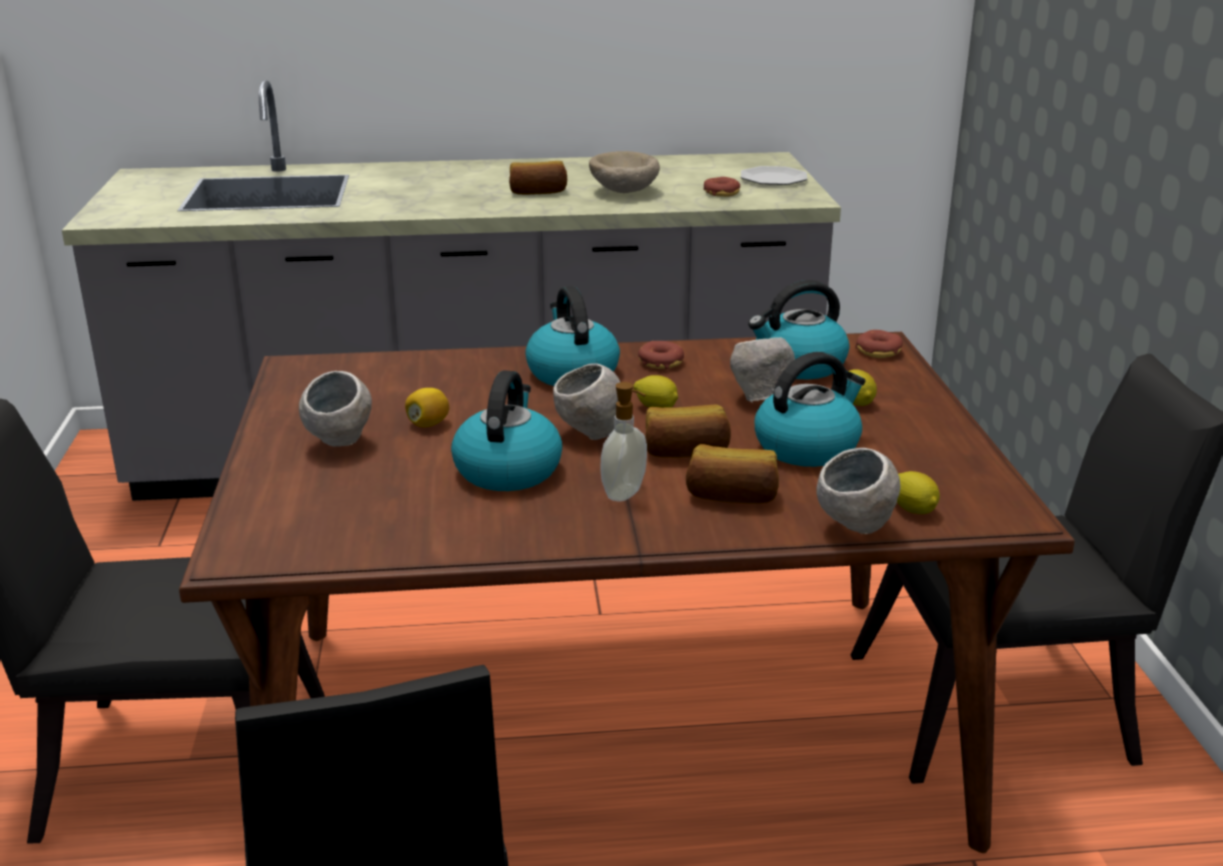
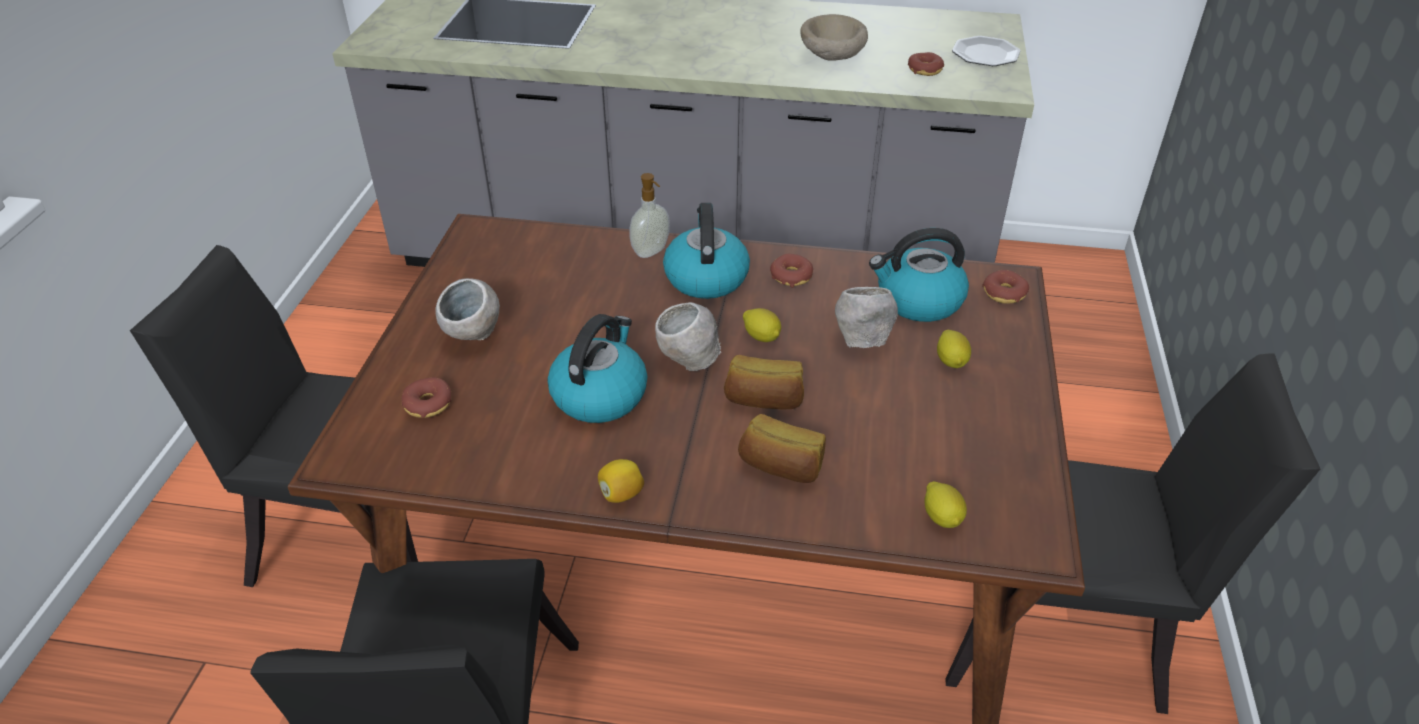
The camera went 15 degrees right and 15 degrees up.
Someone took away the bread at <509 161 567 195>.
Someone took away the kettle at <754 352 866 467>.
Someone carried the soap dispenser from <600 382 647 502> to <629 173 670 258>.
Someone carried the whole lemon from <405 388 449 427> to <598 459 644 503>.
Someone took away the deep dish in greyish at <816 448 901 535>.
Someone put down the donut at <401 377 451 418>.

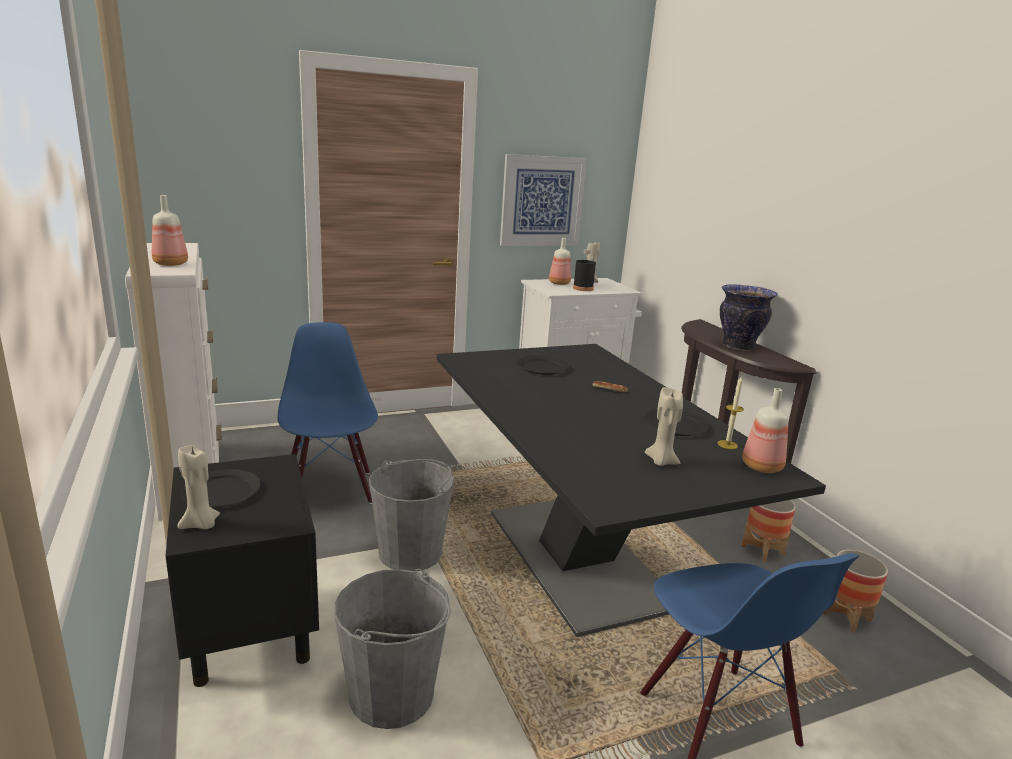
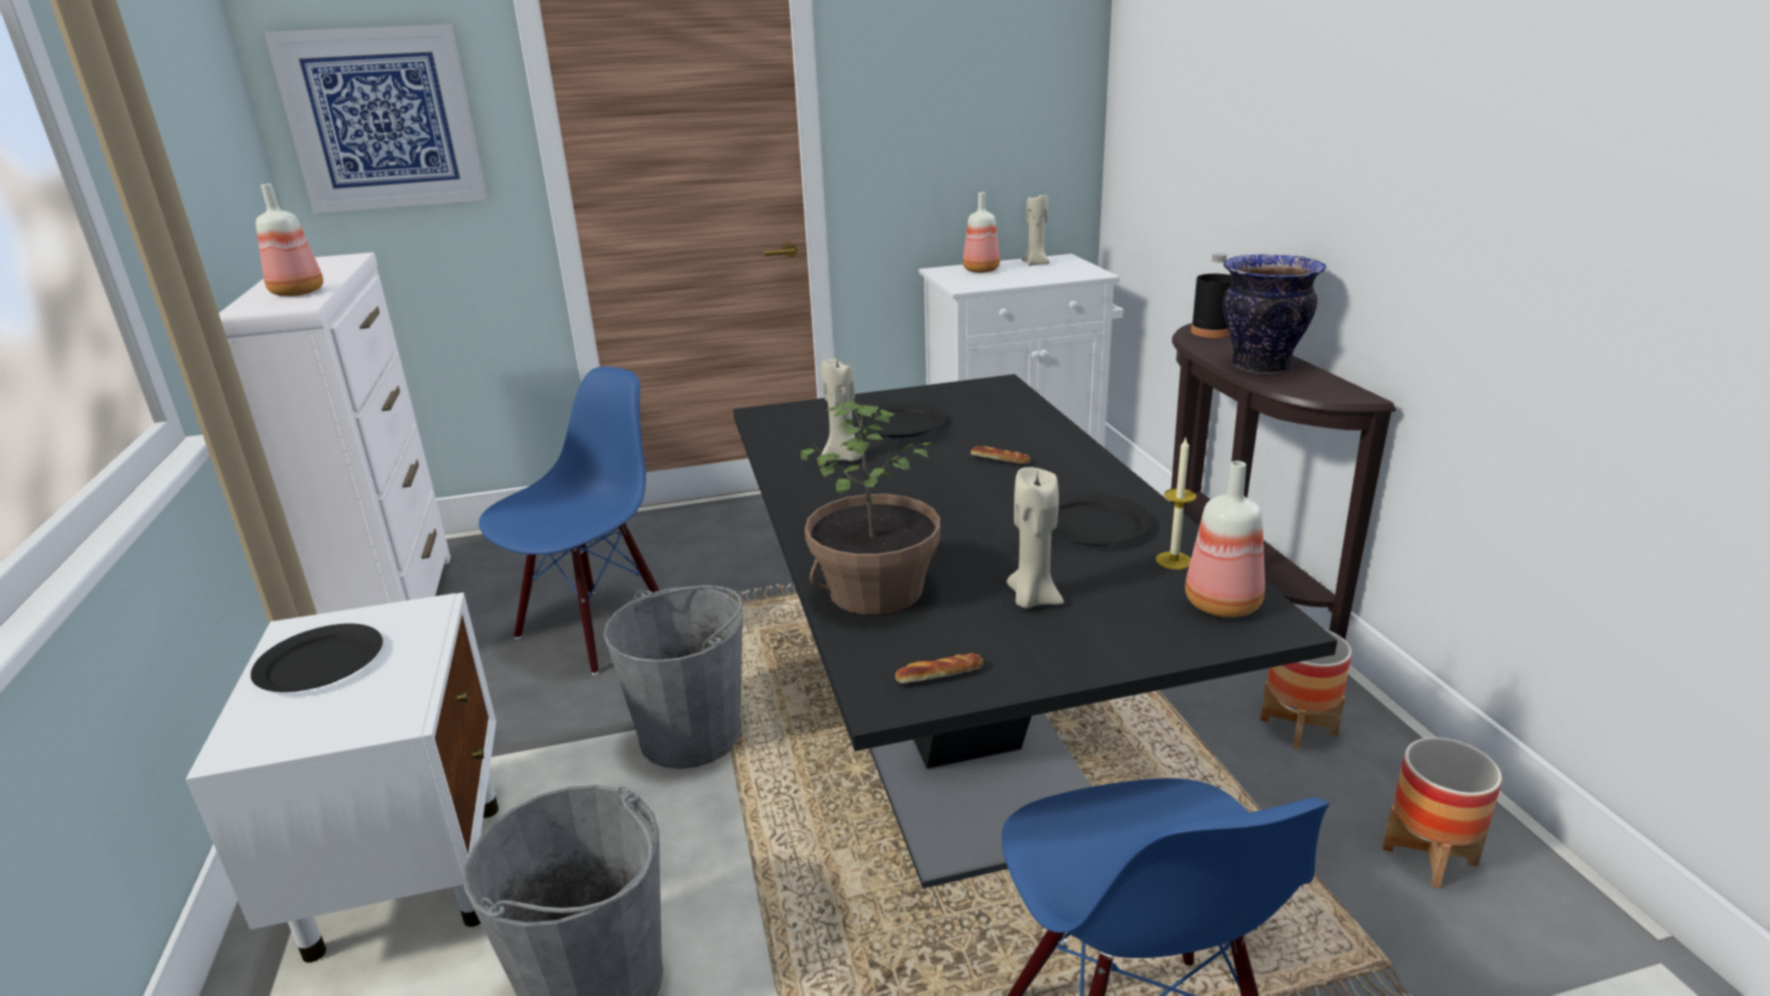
The camera went 10 degrees right and 5 degrees up.
Someone carried the wall picture from <500 154 587 246> to <264 24 487 213>.
Someone carried the bottle in blackish from <573 249 596 291> to <1191 253 1232 338>.
Someone rotated the chair in bluish at <278 322 378 504> by 45 degrees clockwise.
Someone carried the candle in beige-coloured from <177 445 220 529> to <821 358 862 461>.
Someone repainted the night table in blackish at <165 454 319 687>, which became the night table in whitish at <186 592 499 963>.
Someone put down the houseplant at <801 401 940 615>.
Someone put down the bread at <895 653 983 684>.

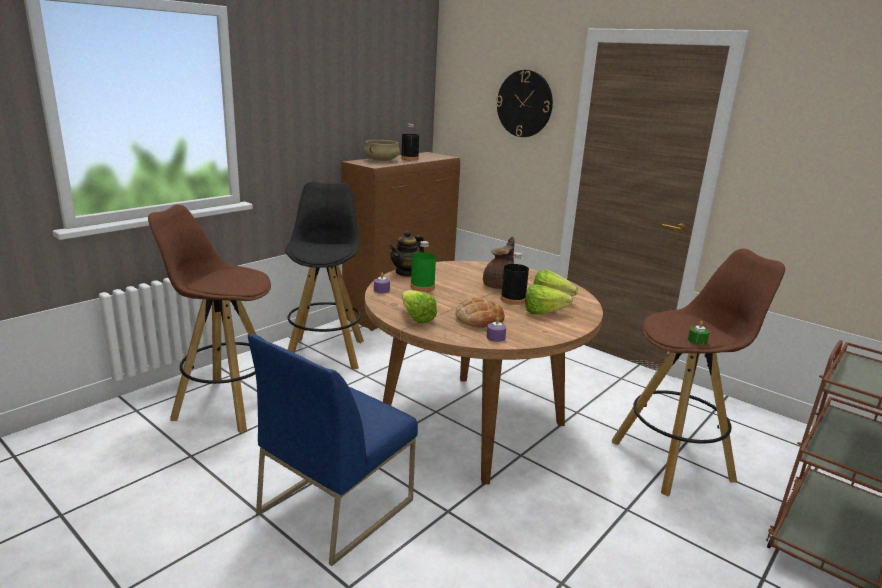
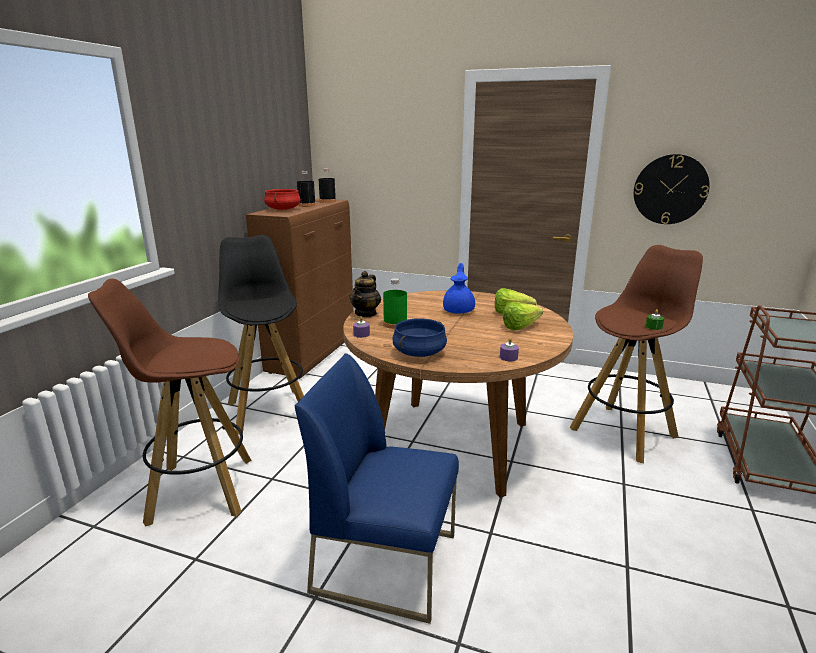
The camera went 20 degrees left and 0 degrees up.
Someone carried the wall clock from <496 70 553 137> to <634 154 710 224>.
Someone repainted the stockpot in beige-coloured at <364 140 400 161>, which became the stockpot in red at <264 189 301 210>.
Someone repainted the teapot in brown-coloured at <483 237 515 289>, which became the teapot in bluish at <443 263 475 314>.
Someone carried the bottle in blackish from <501 252 529 305> to <318 168 336 203>.
Someone swapped the head of lettuce at <402 290 437 323> for the stockpot in bluish at <393 318 447 357>.
Someone took away the bread at <455 297 505 328>.
Someone rotated the chair in bluish at <248 334 418 566> by 90 degrees clockwise.

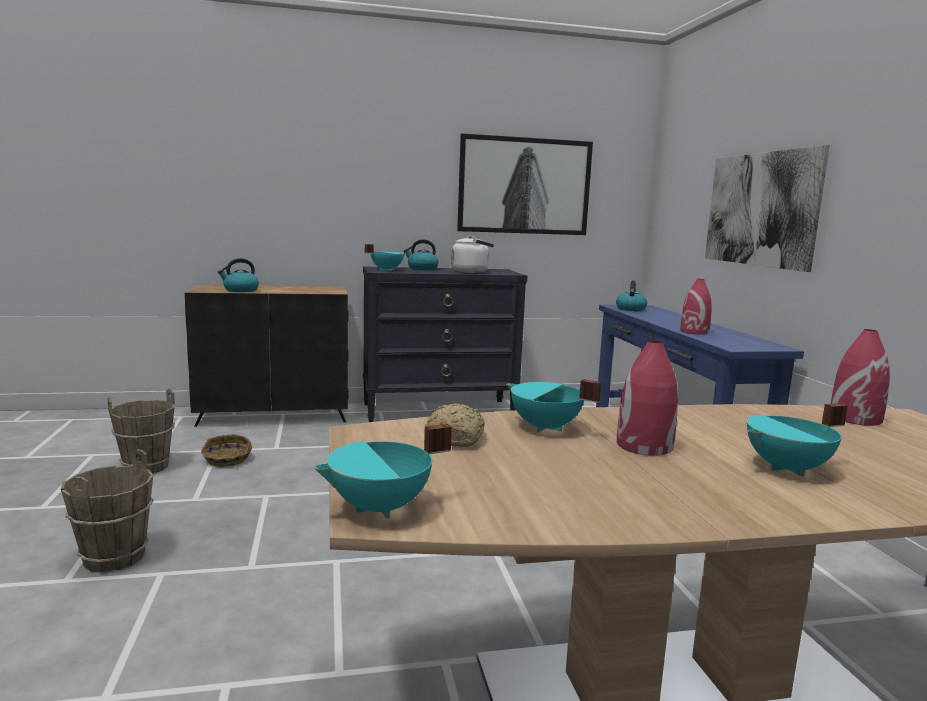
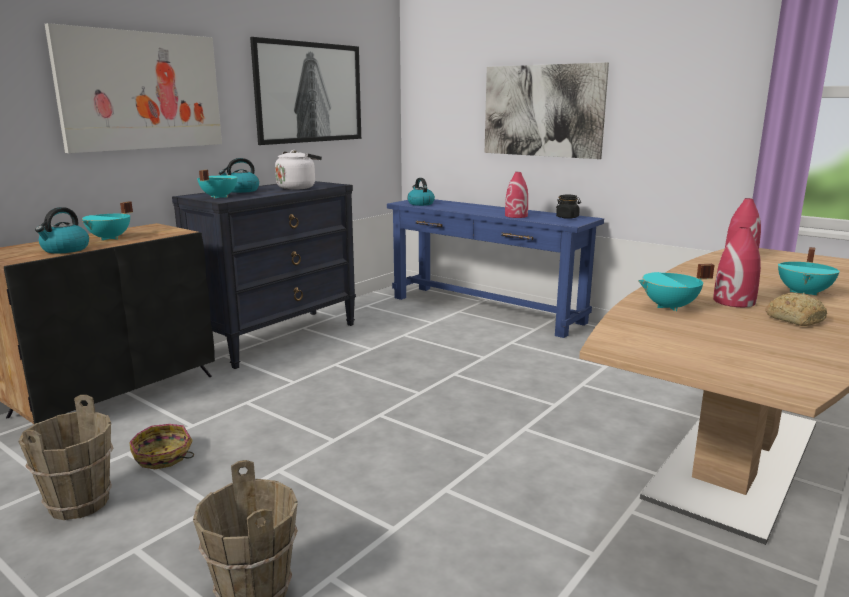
The camera went 40 degrees left and 5 degrees up.
Someone carried the bread from <425 403 485 447> to <766 293 827 326>.
Someone carried the stockpot in turquoise-coloured from <314 424 452 518> to <82 201 133 240>.
Someone put up the wall picture at <45 23 222 153>.
Someone put down the storage jar in blackish at <556 195 581 219>.

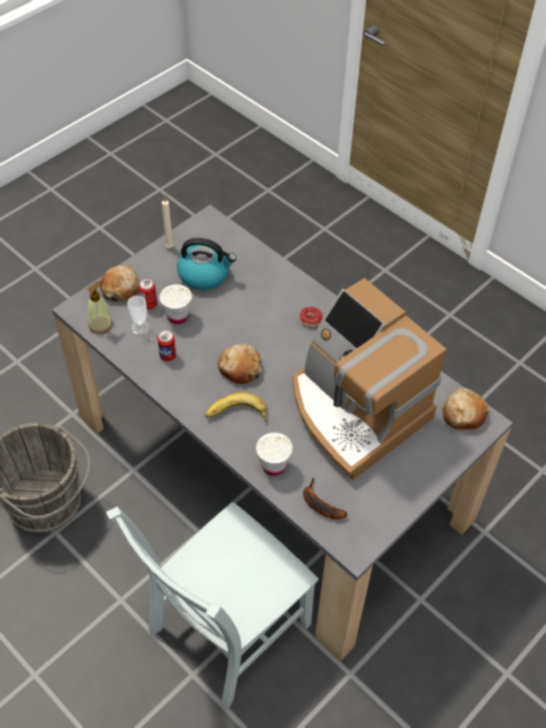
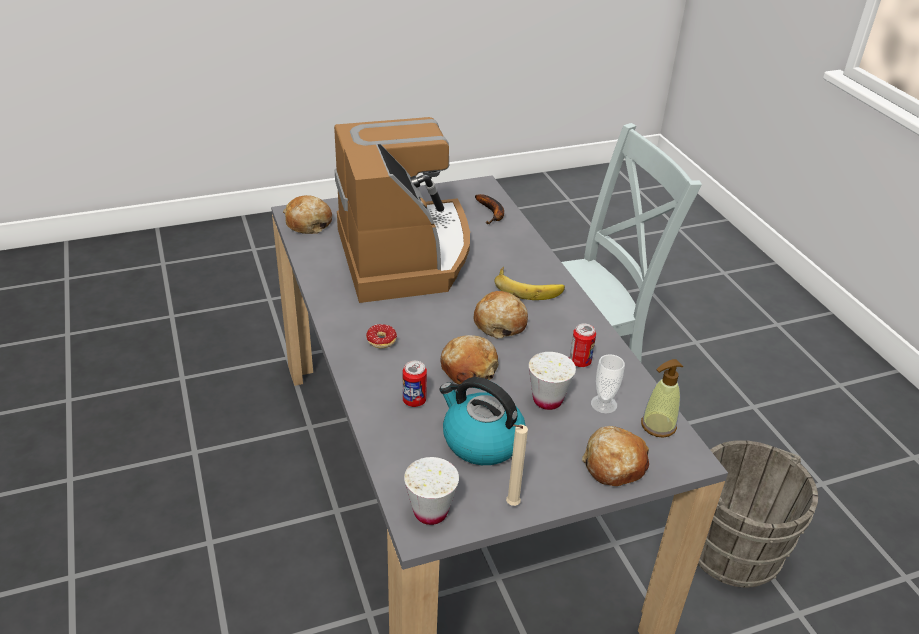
The camera went 155 degrees left and 15 degrees down.
Someone carried the can from <139 279 157 309> to <403 361 427 407>.
Someone carried the drinking cup in whitish from <256 432 293 476> to <404 457 459 525>.
Someone put down the bread at <441 335 498 384>.

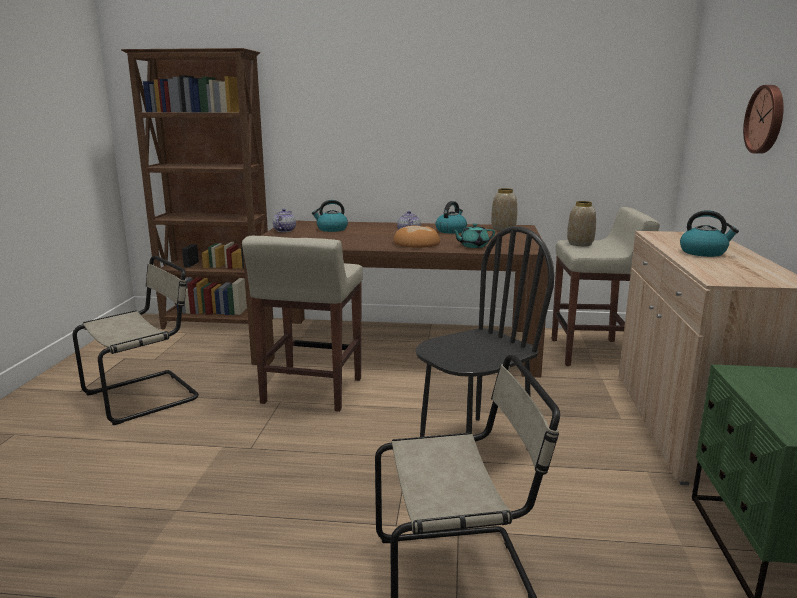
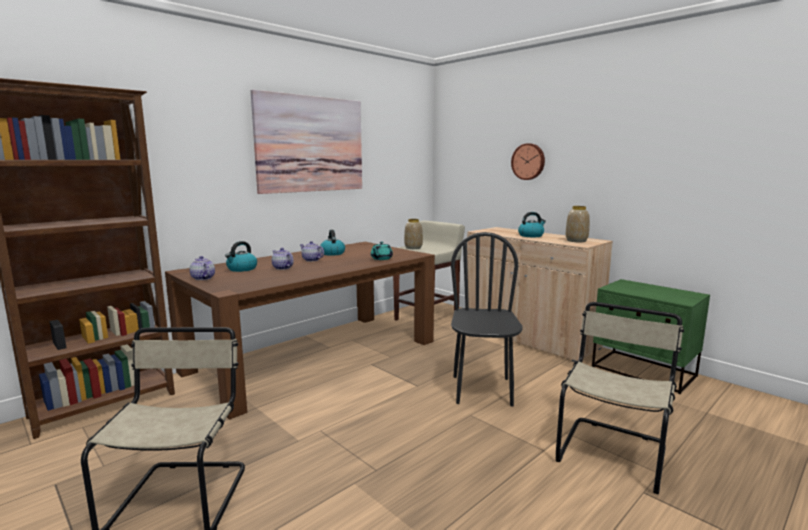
The camera went 50 degrees left and 5 degrees down.
Someone carried the decorative vase from <491 188 517 231> to <566 206 590 242>.
Someone took away the bread at <393 225 440 248>.
Someone took away the sitting stool in beige-coloured at <242 236 363 412>.
Someone put up the wall picture at <251 90 362 194>.
Someone put down the teapot at <272 248 294 270>.

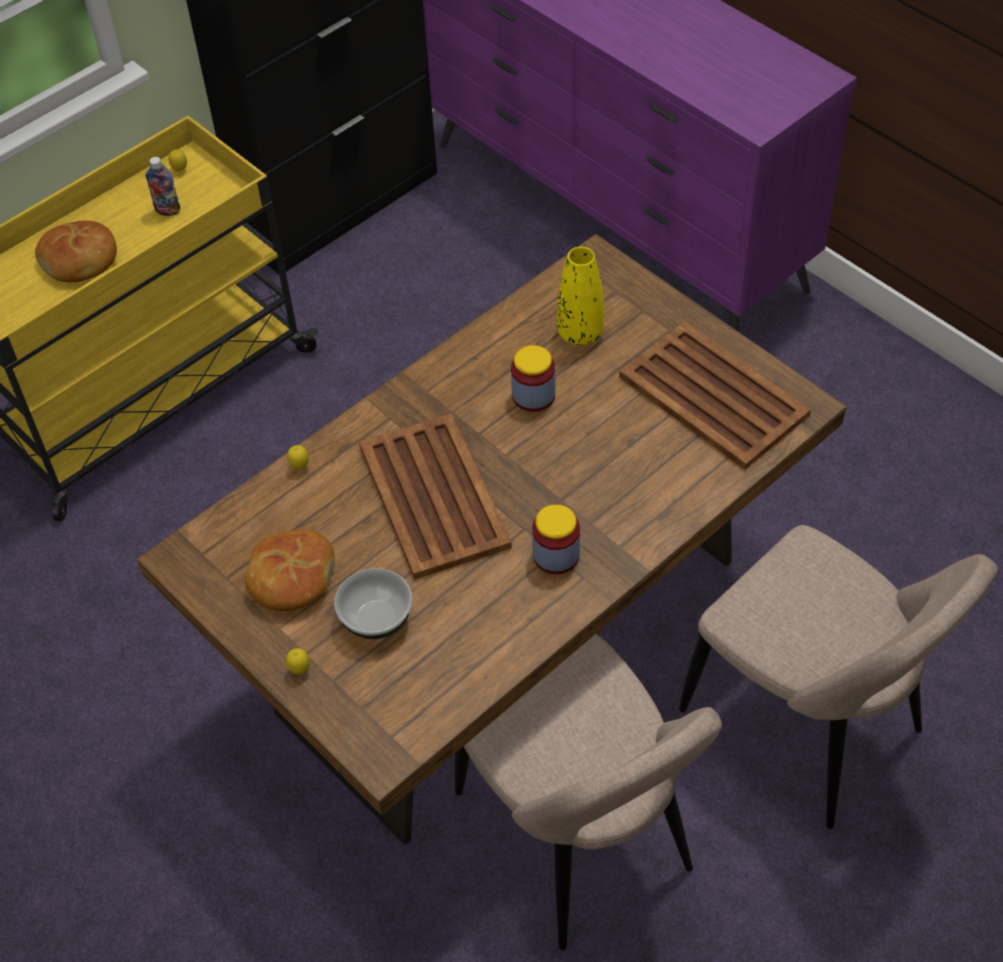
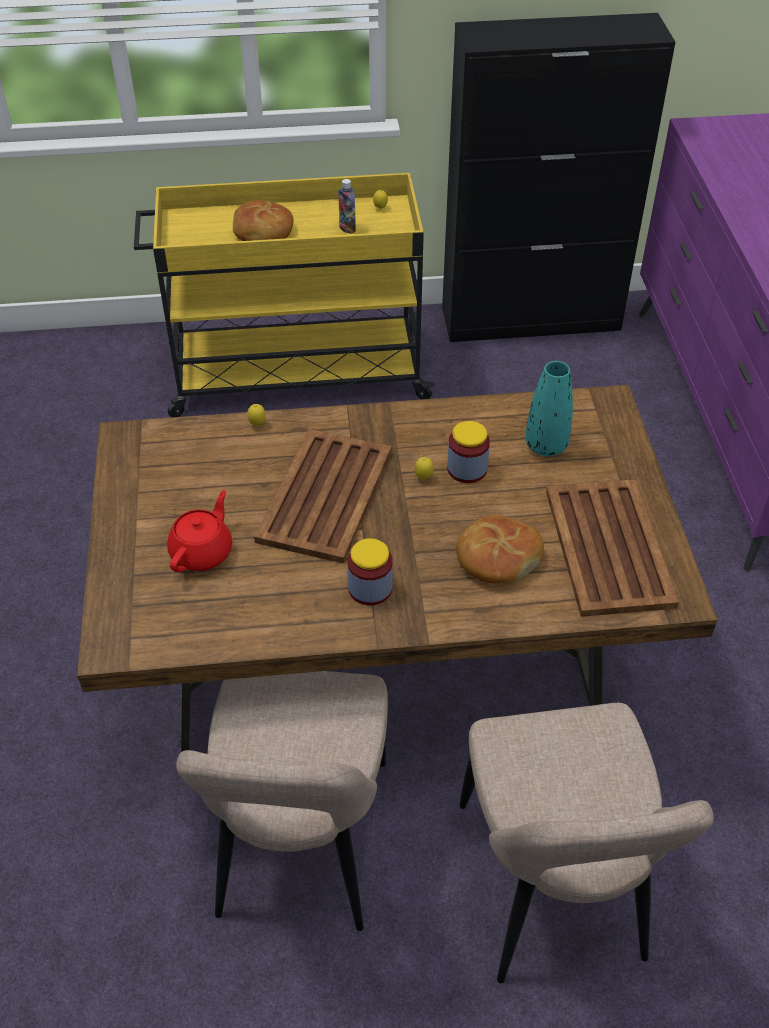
The camera went 35 degrees right and 5 degrees down.
Someone repainted the decorative vase in yellowish at <557 247 604 345>, which became the decorative vase in turquoise-coloured at <525 361 573 456>.
Someone carried the bread from <245 530 335 611> to <456 515 544 583>.
Someone swapped the deep dish at <334 568 412 639> for the teapot in red at <167 490 232 572>.
Someone carried the whole lemon from <286 648 310 674> to <414 457 434 480>.

